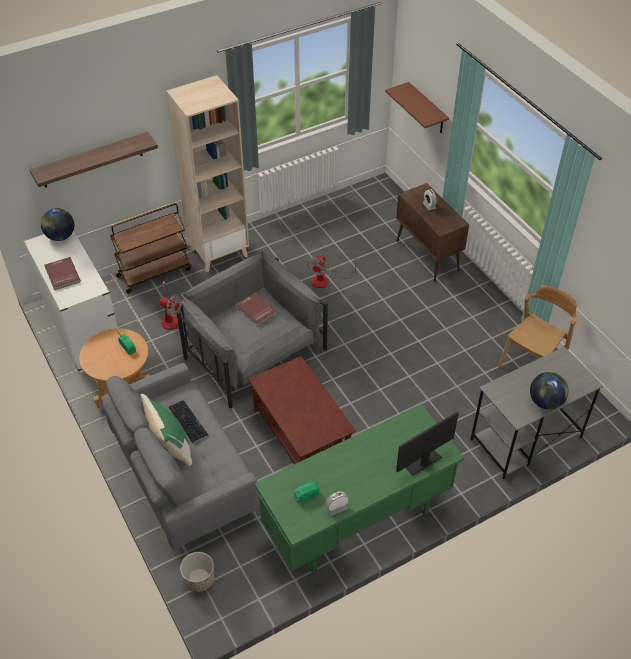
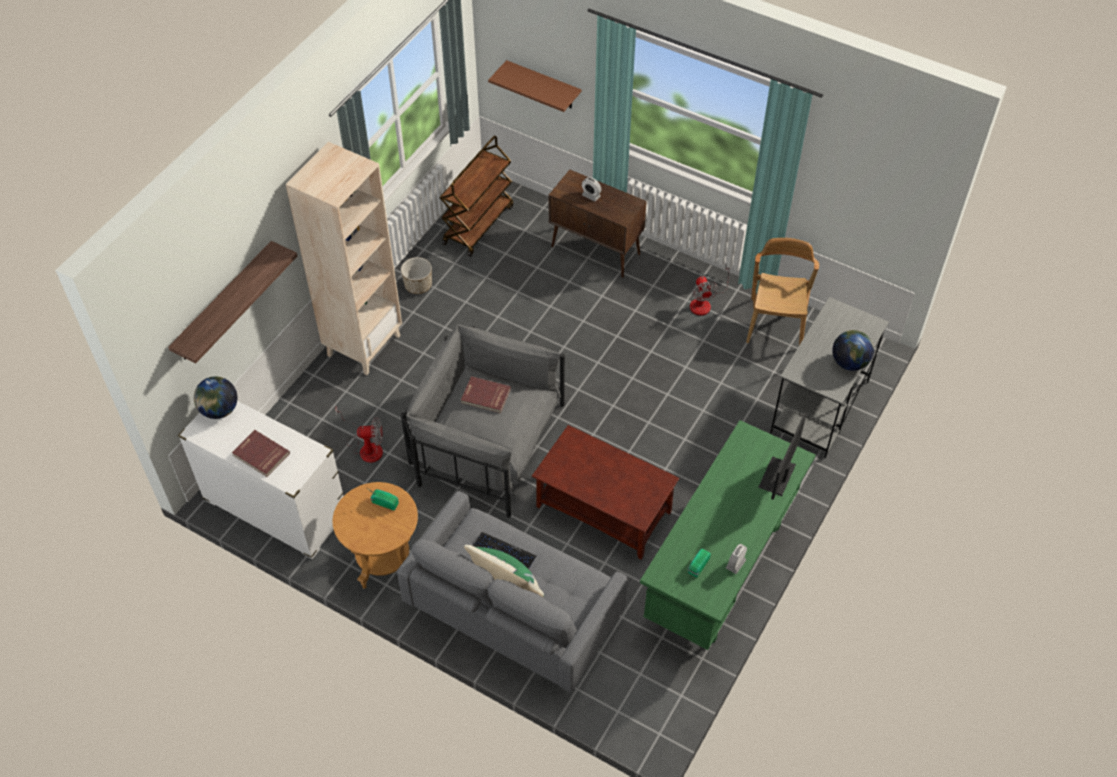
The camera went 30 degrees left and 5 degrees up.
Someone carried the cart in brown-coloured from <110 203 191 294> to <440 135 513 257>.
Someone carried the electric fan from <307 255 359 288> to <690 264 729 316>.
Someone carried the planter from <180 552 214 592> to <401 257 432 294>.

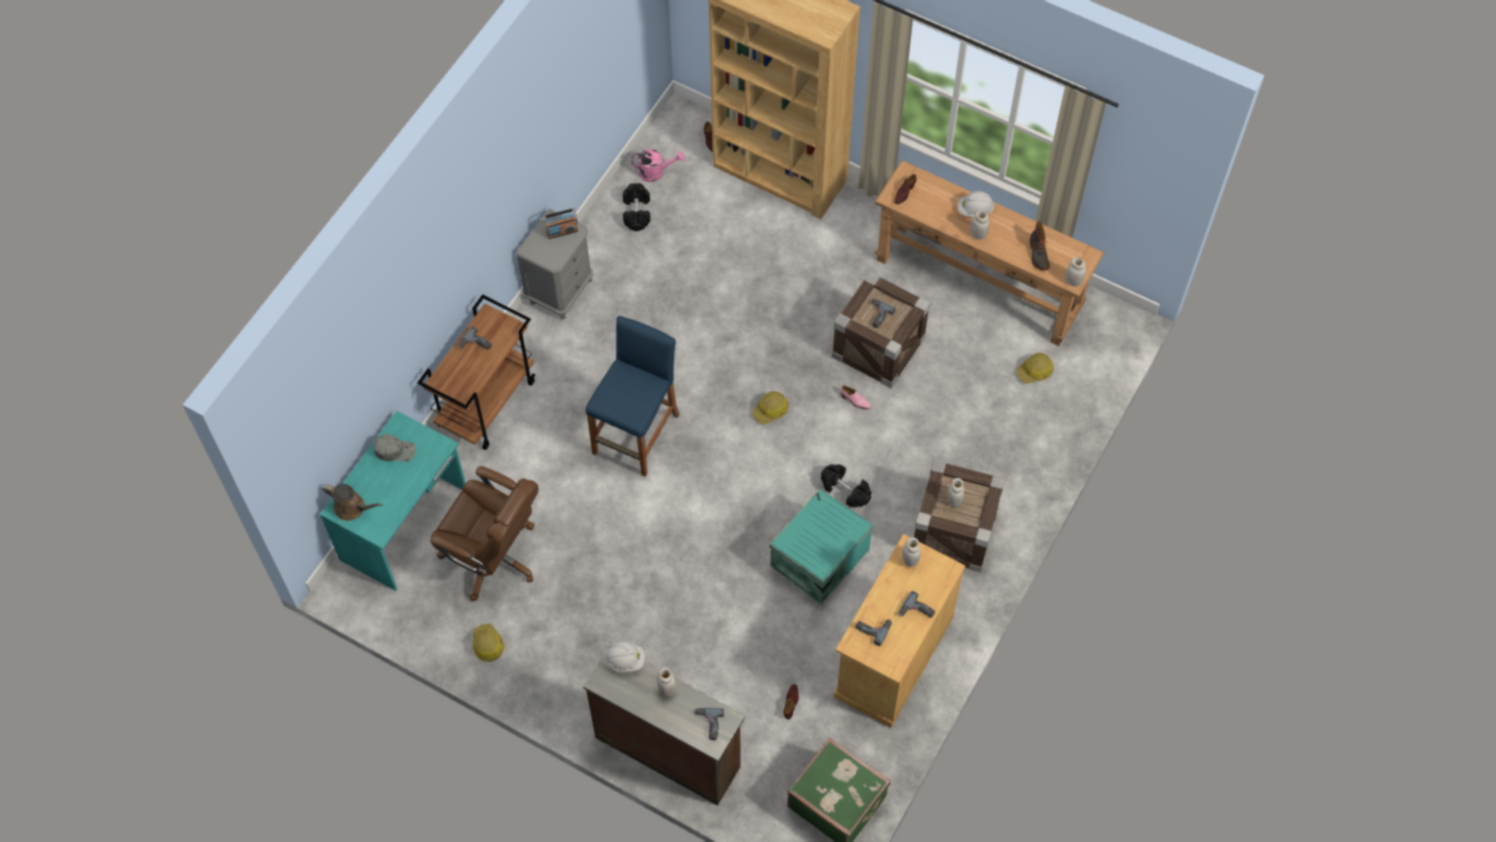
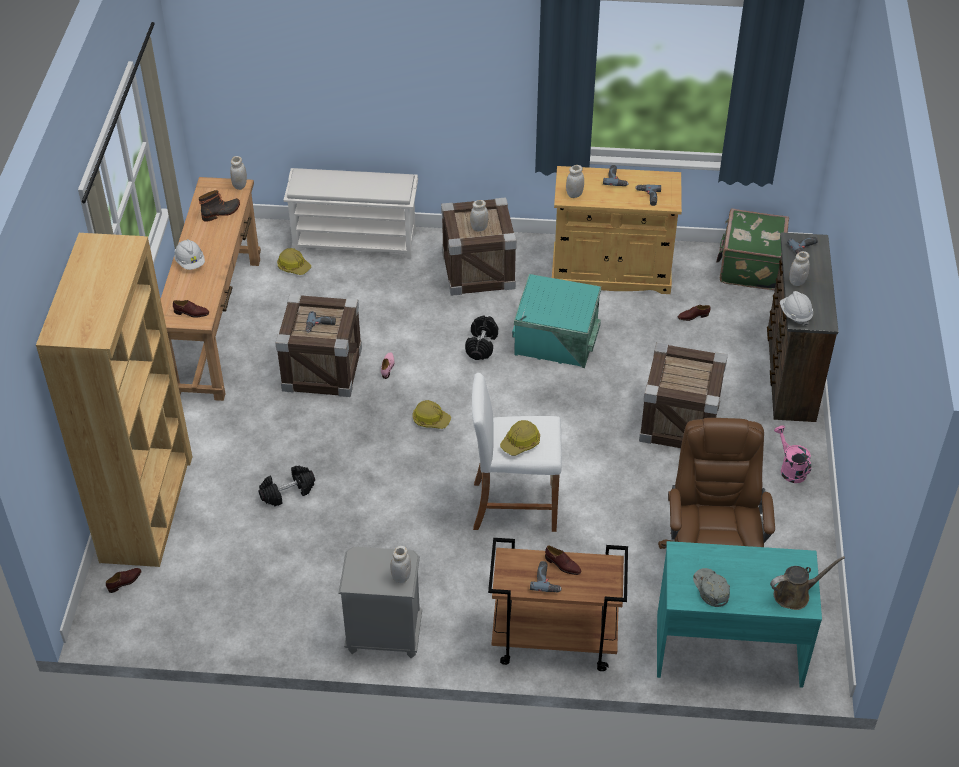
The camera went 115 degrees left and 15 degrees down.
Someone carried the watering can in pink-coloured from <632 149 685 182> to <774 425 811 483>.
Someone carried the free weight in blackish from <623 183 650 231> to <259 466 315 507>.
Someone took away the radio receiver at <542 208 578 239>.
Someone carried the storage jar in whitish from <970 210 990 240> to <391 546 411 583>.
Someone repainted the sitting stool in bluish at <586 316 680 477>, which became the sitting stool in whitish at <472 373 562 532>.
Someone rotated the watering can in brown-coloured at <322 484 383 521> by 75 degrees clockwise.
Someone carried the hard hat from <473 623 505 662> to <500 420 540 456>.
Someone put down the shoe stand in whitish at <283 168 418 259>.
Someone put down the shipping crate at <639 342 728 448>.
Someone put down the low shoe in brown-coloured at <545 546 581 575>.

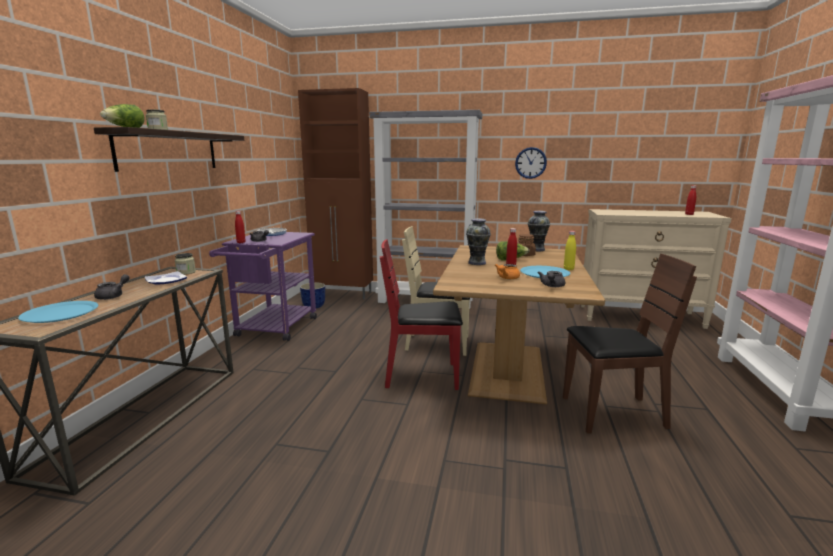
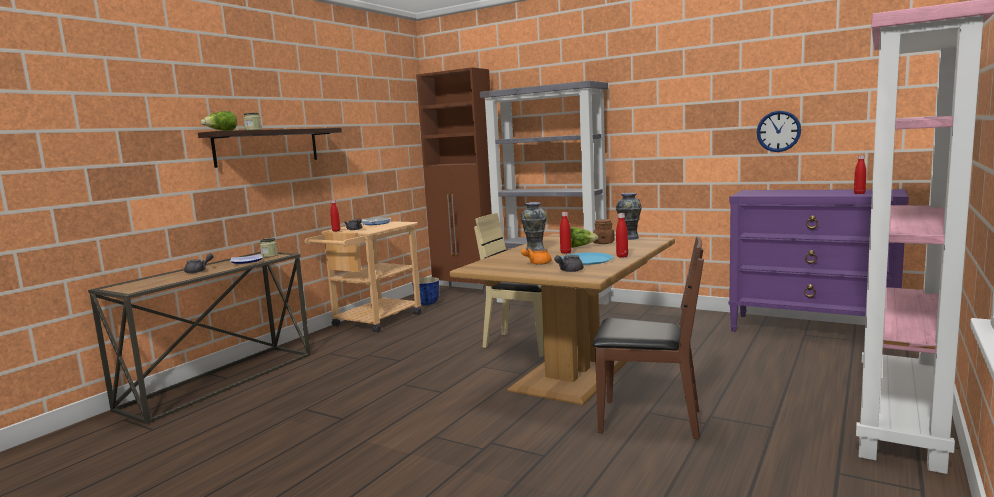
The camera went 20 degrees right and 5 degrees down.
Someone carried the wall clock from <515 147 547 179> to <757 111 801 152>.
Someone repainted the dresser in beige-coloured at <581 209 732 329>, which became the dresser in purplish at <729 189 909 332>.
Someone repainted the bottle in yellowish at <564 231 576 270>, which became the bottle in red at <616 213 628 258>.
Someone repainted the cart in purplish at <209 232 317 341>, which became the cart in beige-coloured at <305 221 421 332>.
Someone took away the chair in red at <380 239 463 390>.
Someone took away the dinner plate in bluish at <18 301 98 323>.

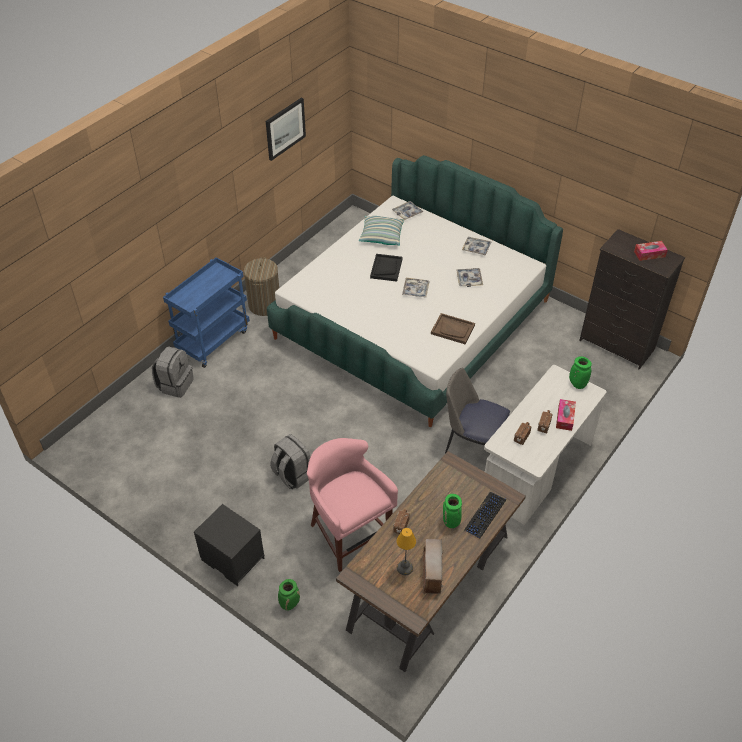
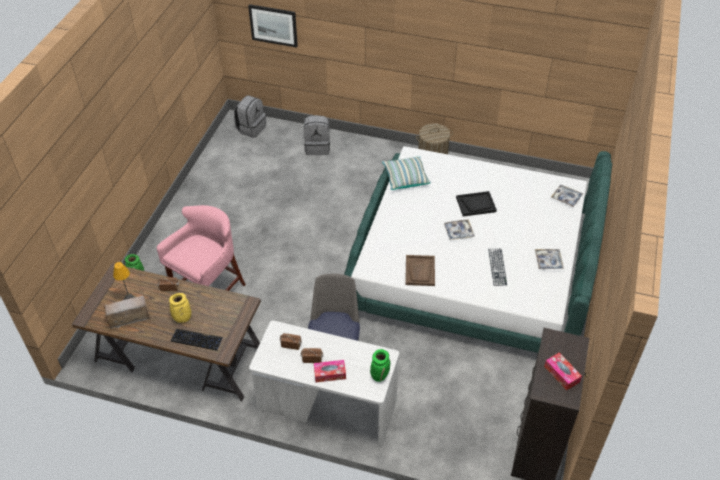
The camera went 70 degrees right and 0 degrees up.
Someone carried the wall picture from <266 98 306 161> to <248 4 298 48>.
Someone carried the cushion from <358 216 404 246> to <382 156 431 190>.
Someone took away the cart in bluish at <163 257 250 368>.
Someone swapped the serving tray at <456 268 483 287> for the keyboard at <488 249 507 286>.
Someone carried the backpack in greyish from <270 434 311 489> to <234 95 266 138>.
Someone repainted the decorative vase in green-coloured at <443 494 462 528>, which became the decorative vase in yellowish at <169 293 192 323>.
Someone took away the night table in blackish at <194 504 264 586>.

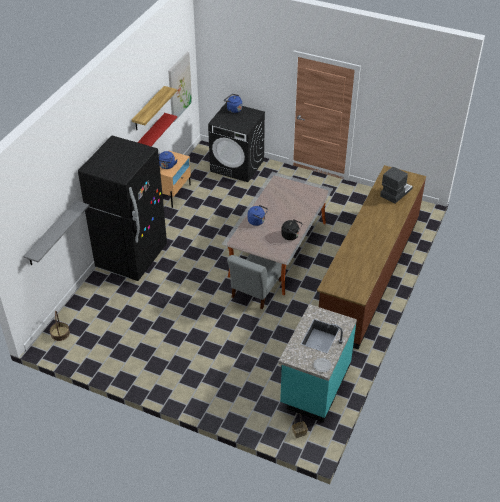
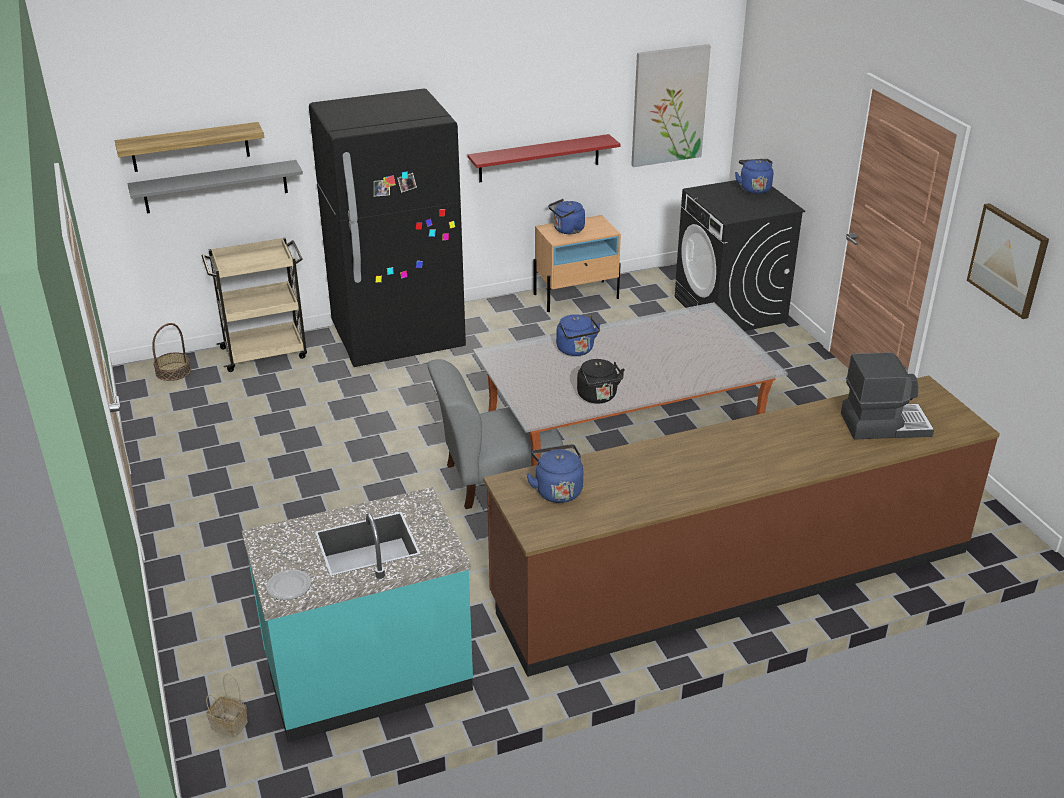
The camera went 45 degrees right and 10 degrees down.
Someone carried the bracket shelf from <132 86 177 130> to <115 122 264 172>.
Someone put up the wall picture at <967 203 1049 319>.
Someone put down the cart in beige-coloured at <202 237 307 372>.
Someone put down the kettle in bluish at <526 444 583 503>.

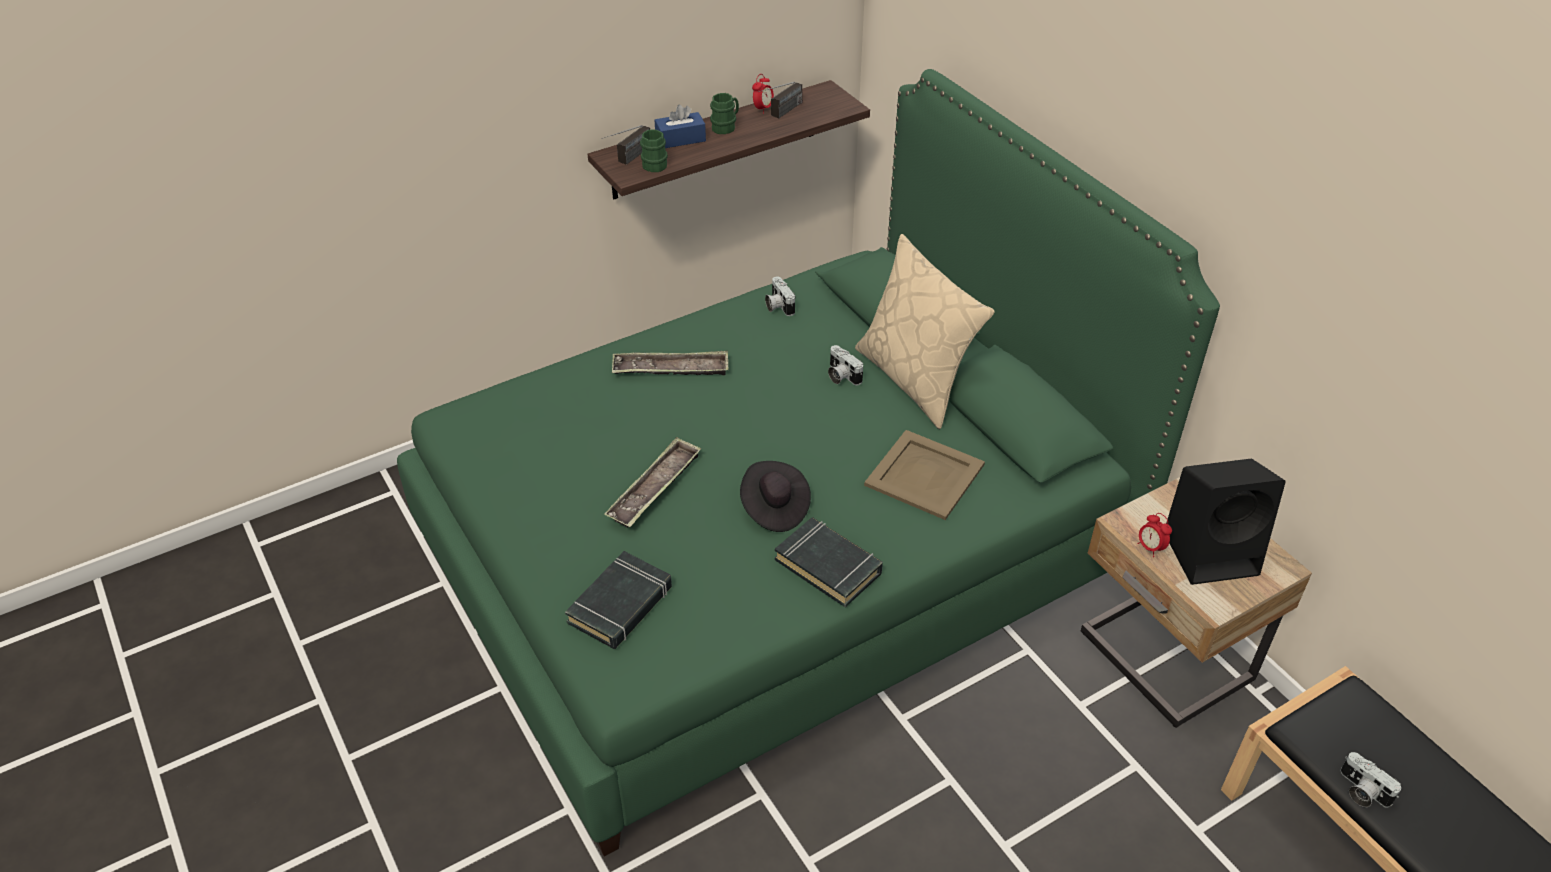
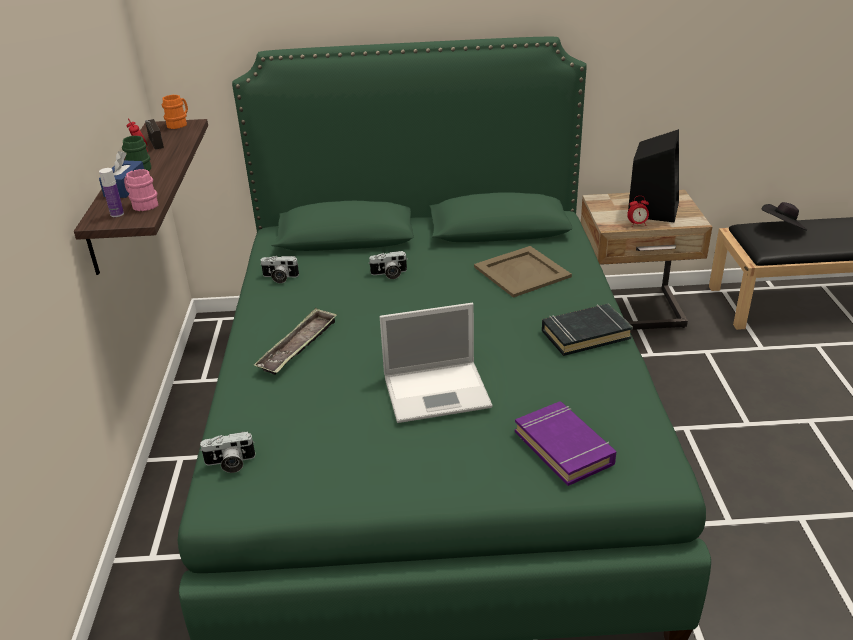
The camera went 60 degrees left and 10 degrees down.
Someone swapped the radio receiver at <601 125 650 165> for the bottle at <99 168 124 217>.
Someone repainted the tea mug in green-coloured at <640 129 668 172>, which became the tea mug in pink-coloured at <124 169 158 211>.
Someone took away the cushion in beige-coloured at <855 234 995 429>.
Someone swapped the serving tray at <604 437 701 527> for the notebook computer at <379 303 493 423>.
Someone carried the wearable hat in blackish from <740 461 811 532> to <762 202 807 230>.
Someone repainted the book in blackish at <565 551 672 649>, which became the book in purplish at <515 401 617 486>.
Someone carried the still camera from <1341 752 1401 808> to <200 432 256 473>.
Someone put down the tea mug in orange-coloured at <162 95 188 129>.

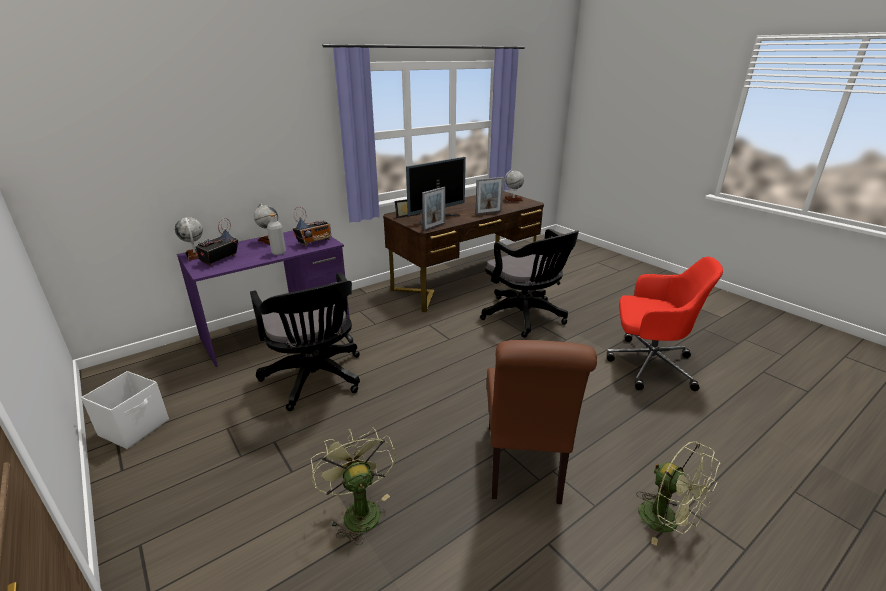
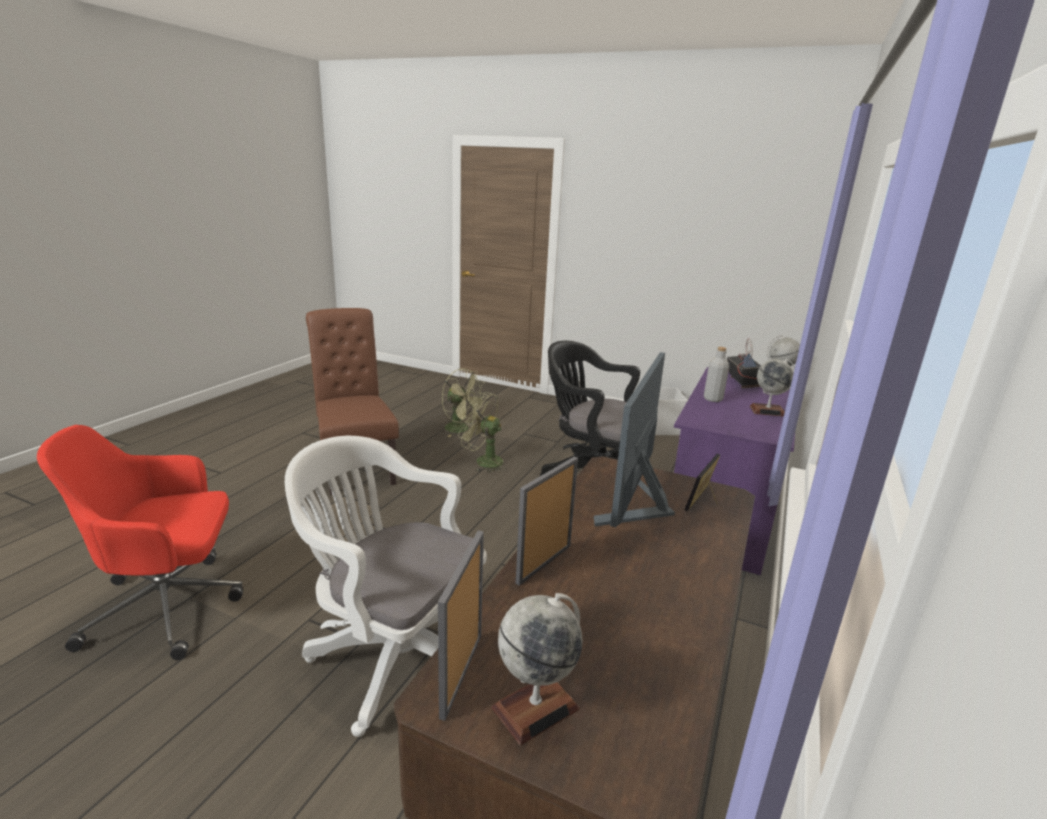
The camera went 150 degrees right and 5 degrees down.
Someone carried the standing frame from <422 187 445 231> to <438 531 484 721>.
Someone took away the radio receiver at <293 207 331 246>.
Someone repainted the computer chair in blackish at <480 229 579 338>, which became the computer chair in whitish at <285 436 486 737>.
Someone carried the electric fan in green-coloured from <636 441 720 546> to <458 392 507 473>.

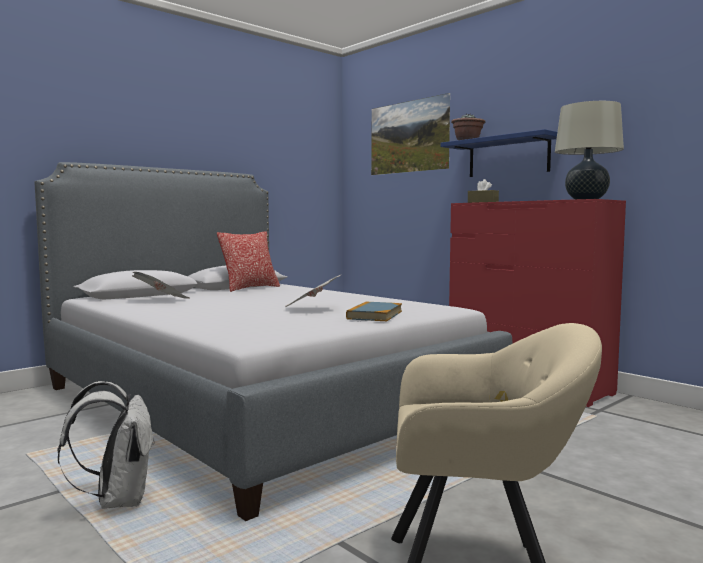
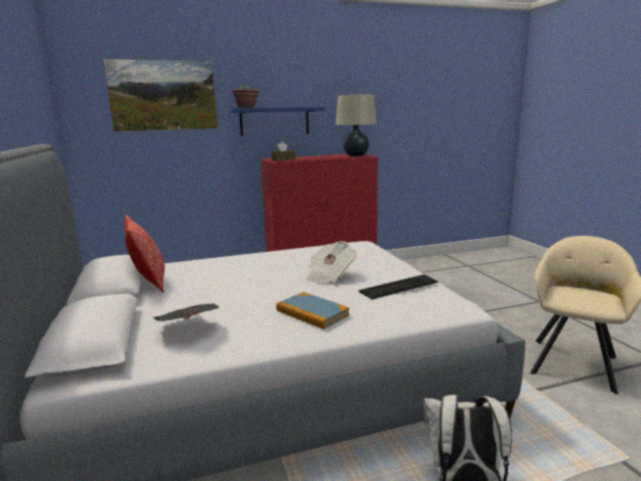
The camera went 65 degrees left and 10 degrees up.
Someone carried the book from <346 302 402 321> to <276 292 350 329>.
Someone put down the keyboard at <359 274 438 299>.

